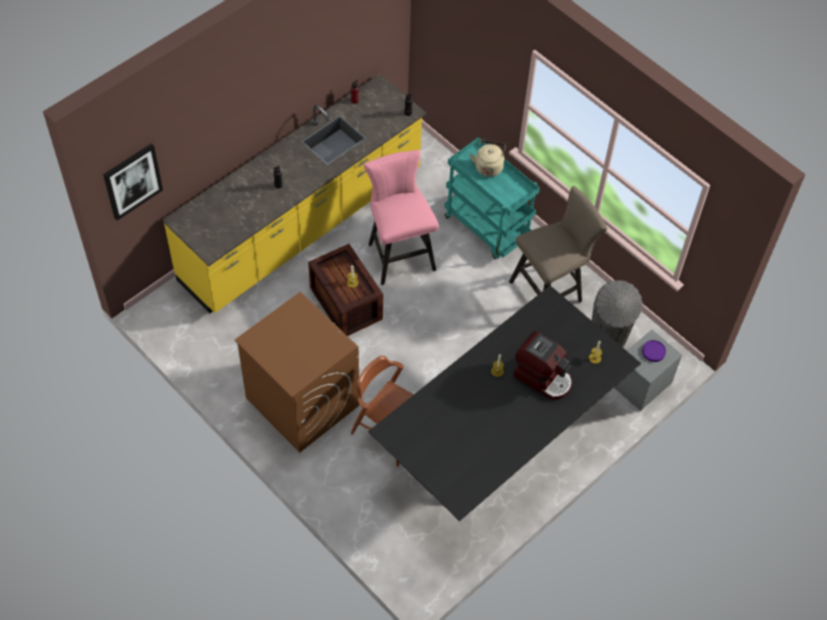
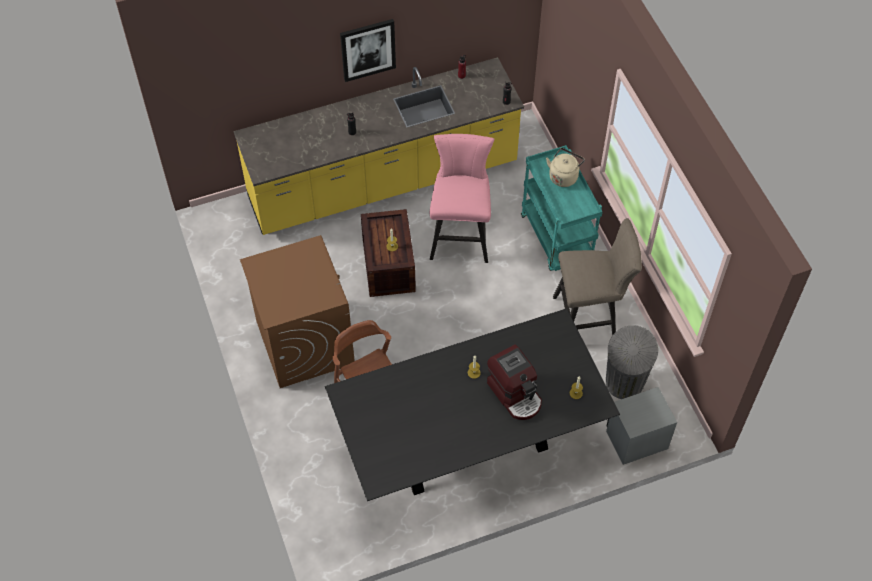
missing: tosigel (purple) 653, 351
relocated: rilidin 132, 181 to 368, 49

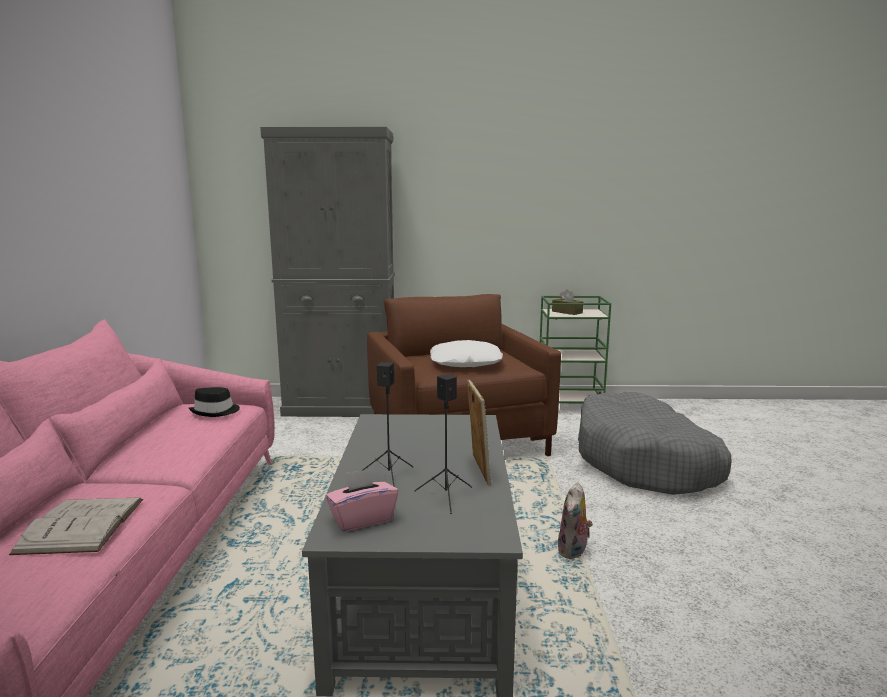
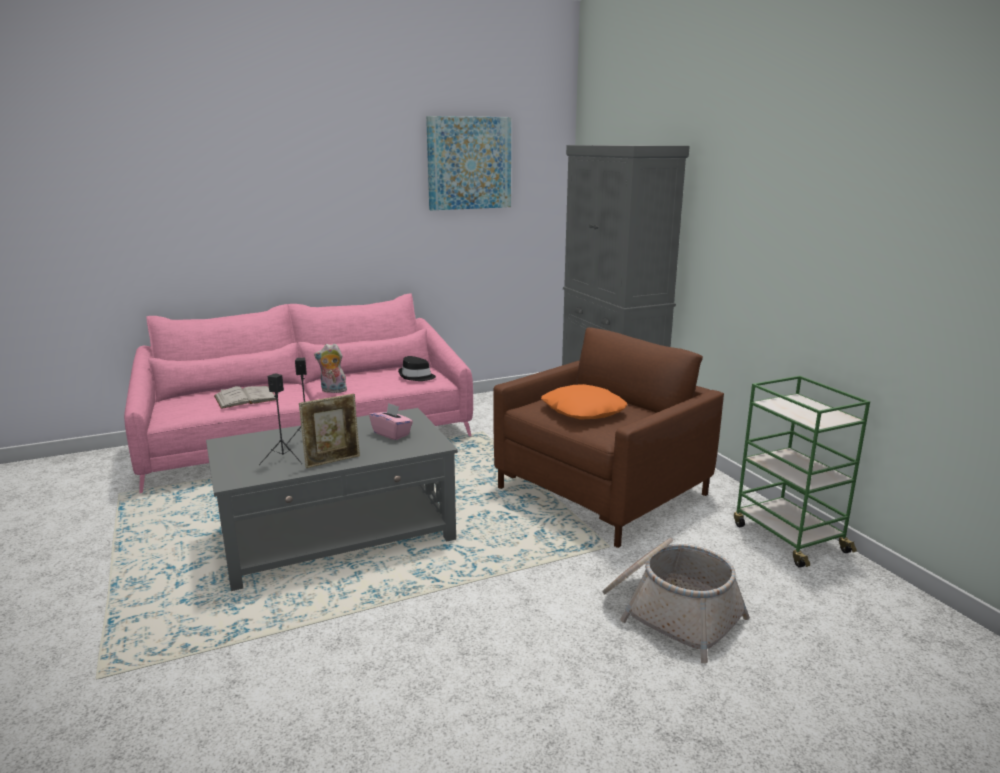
missing: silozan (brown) 567, 312
appeared: rilidin 469, 163
relocated: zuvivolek 573, 552 to 332, 391; silozan (pink) 362, 519 to 392, 434
exchanged: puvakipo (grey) 645, 462 to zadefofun 669, 612
colour: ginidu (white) 465, 363 to ginidu (orange) 582, 411

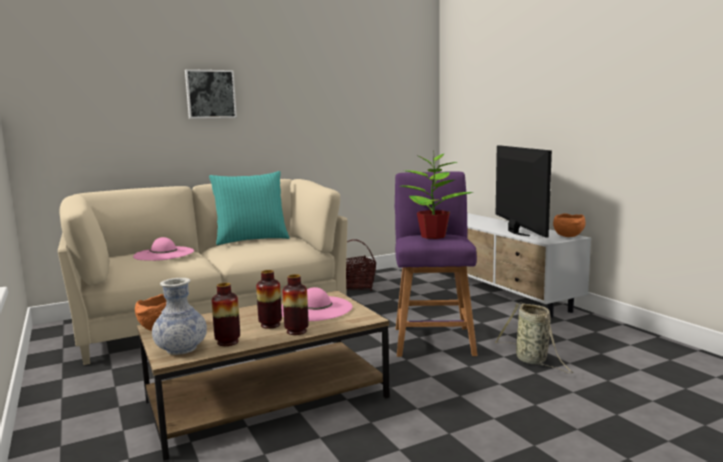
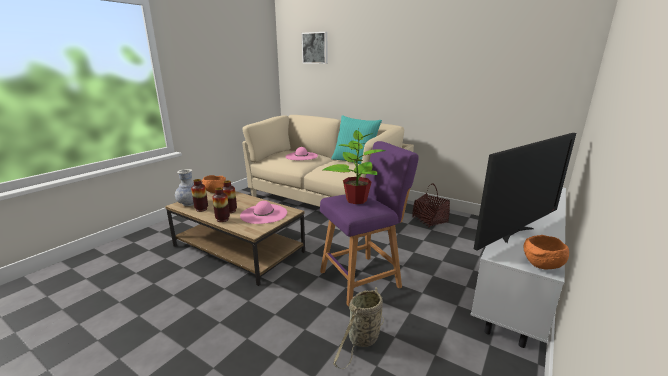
relocated: rilidin 210, 94 to 315, 48

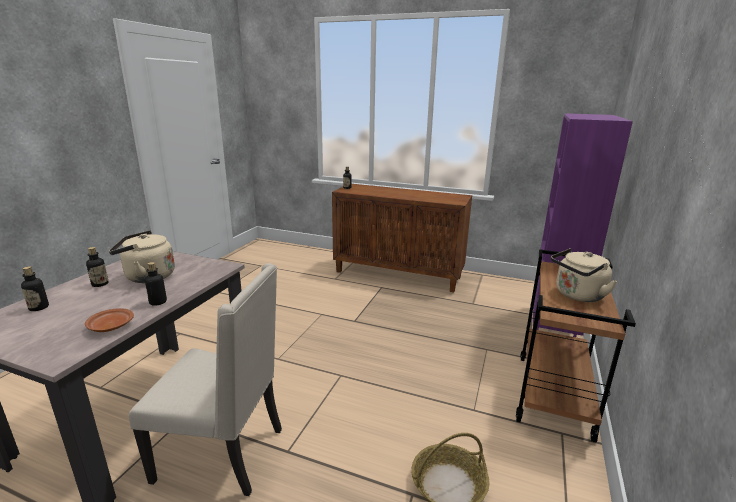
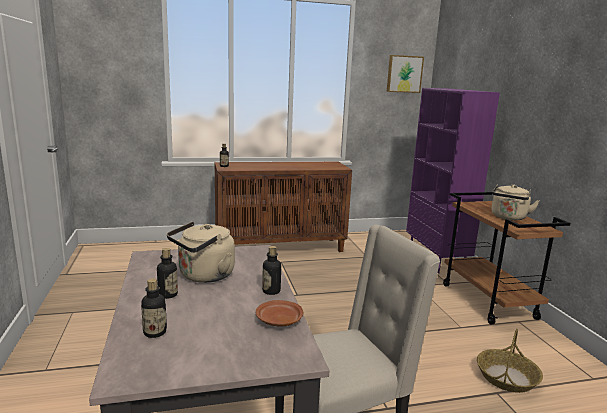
appeared: rilidin 404, 74

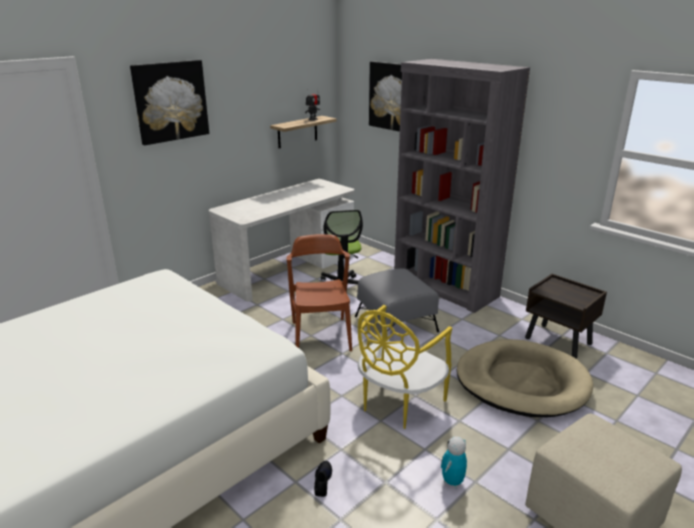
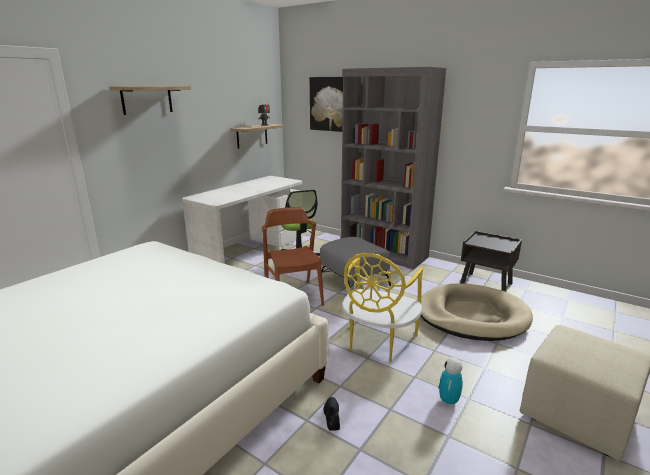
exchanged: rilidin 170, 101 to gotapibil 147, 99

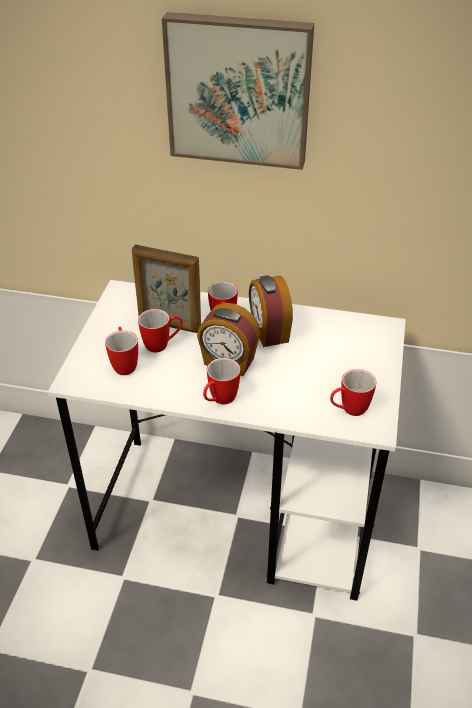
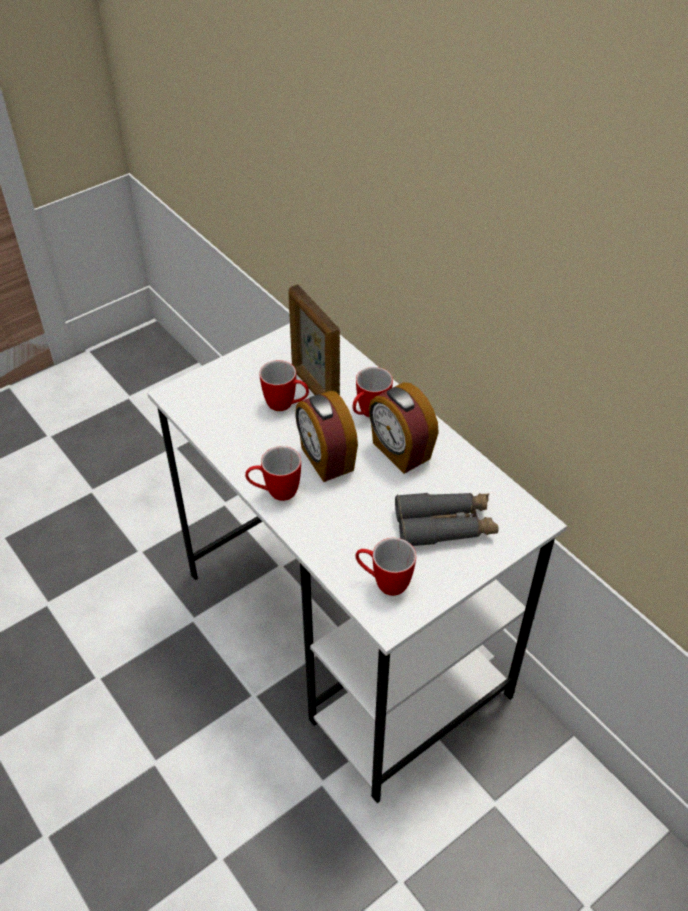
missing: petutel 124, 364; rilidin 239, 90
appeared: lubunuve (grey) 445, 525
spun: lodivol 268, 332 = 400, 452 60 degrees counterclockwise

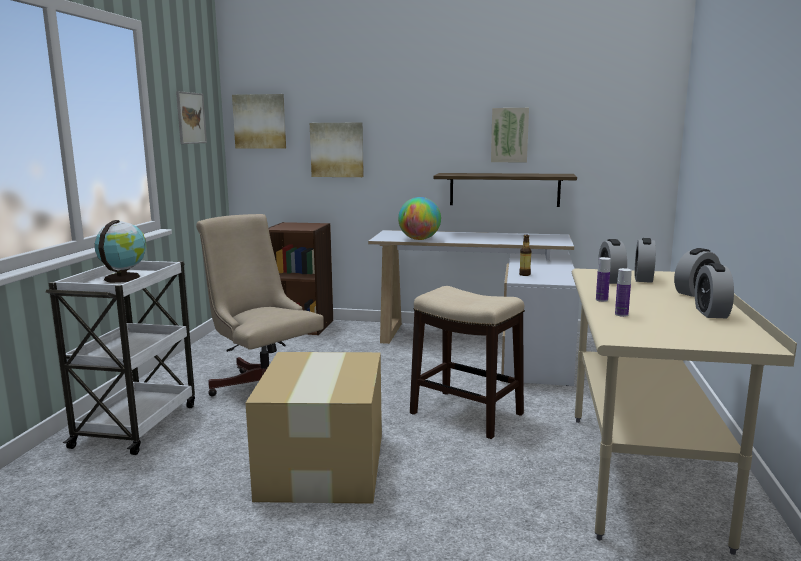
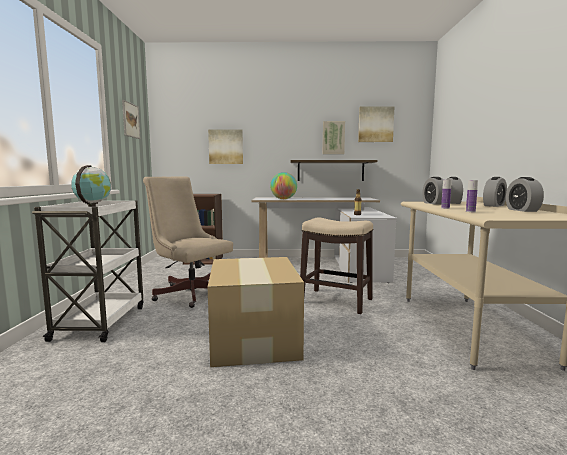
relocated: rilidin 260, 121 to 375, 124

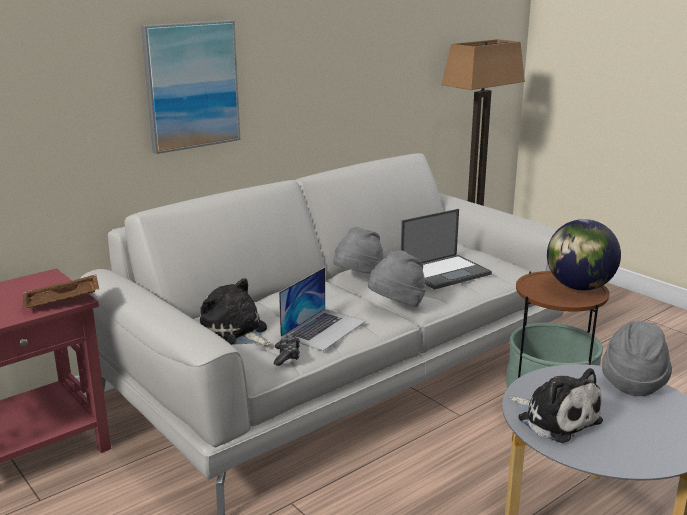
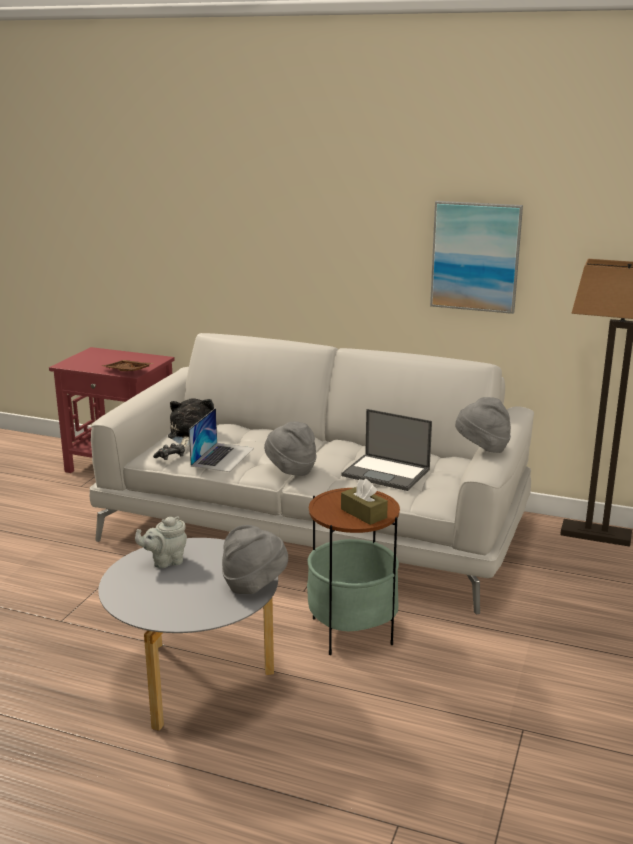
relocated: rilidin 191, 85 to 475, 256; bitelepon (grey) 358, 279 to 482, 449
exchanged: zuvivolek 555, 418 to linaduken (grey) 165, 561; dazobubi 579, 287 to silozan (brown) 363, 513
spun: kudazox 324, 329 = 222, 457 75 degrees counterclockwise

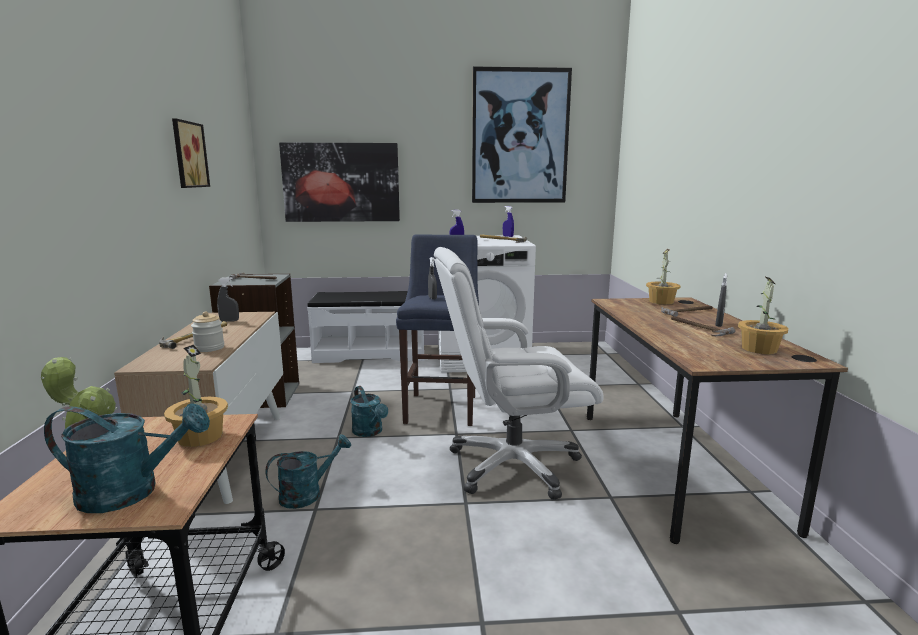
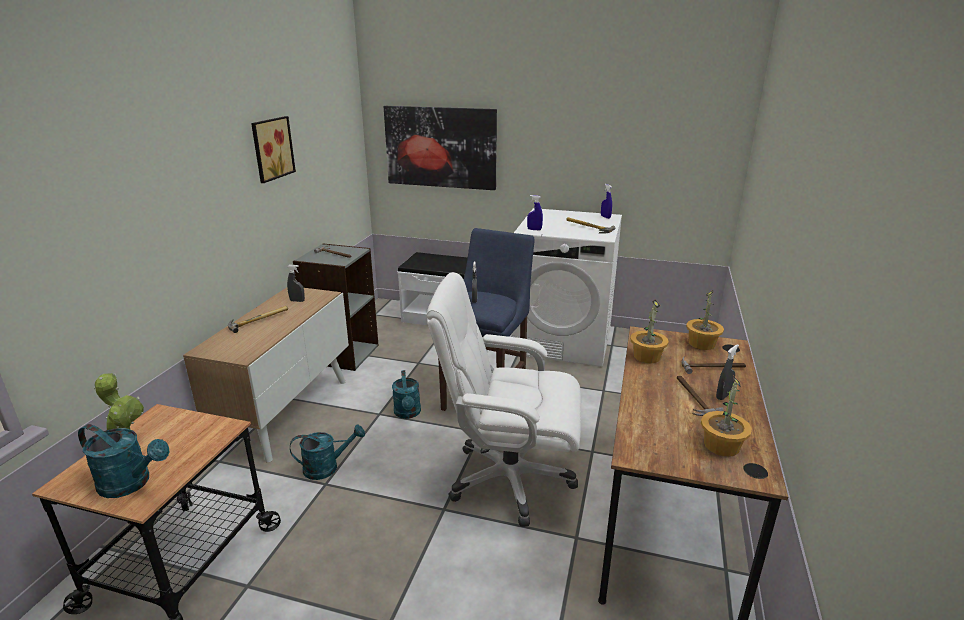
missing: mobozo 209, 348; rilidin 520, 137
relocated: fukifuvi 199, 436 to 646, 356

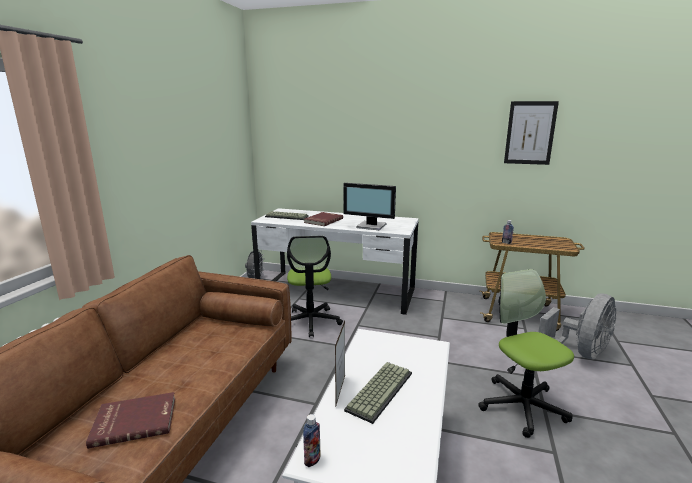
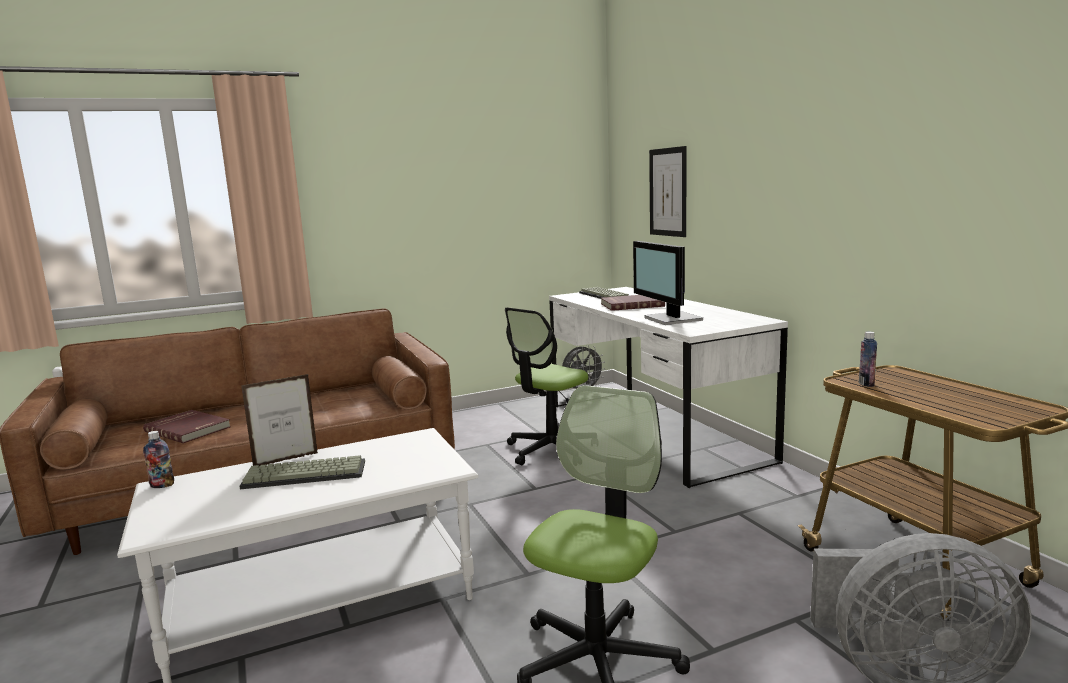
relocated: rilidin 530, 133 to 668, 192

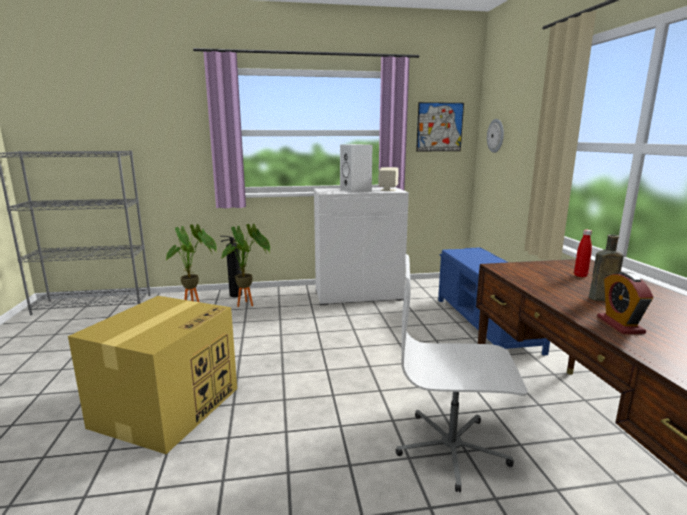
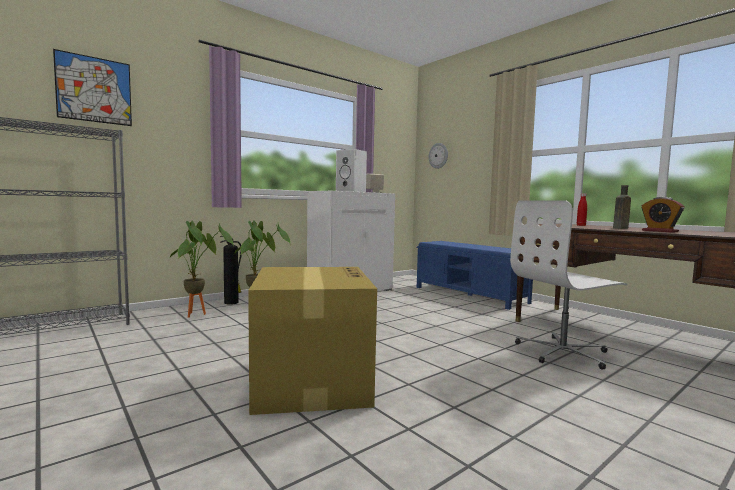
relocated: rilidin 439, 127 to 94, 89

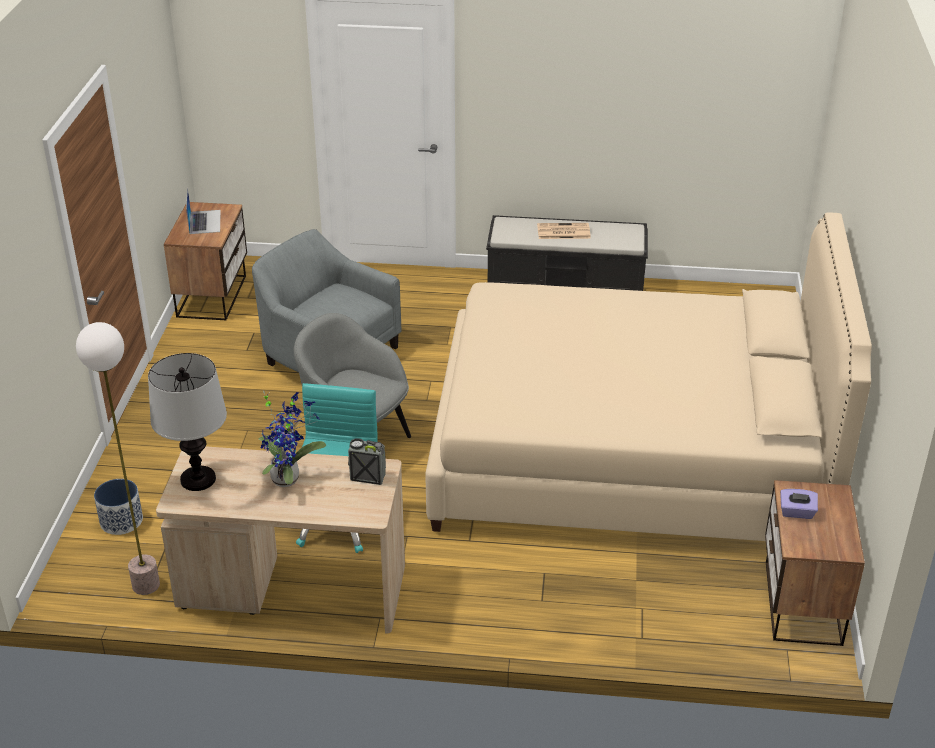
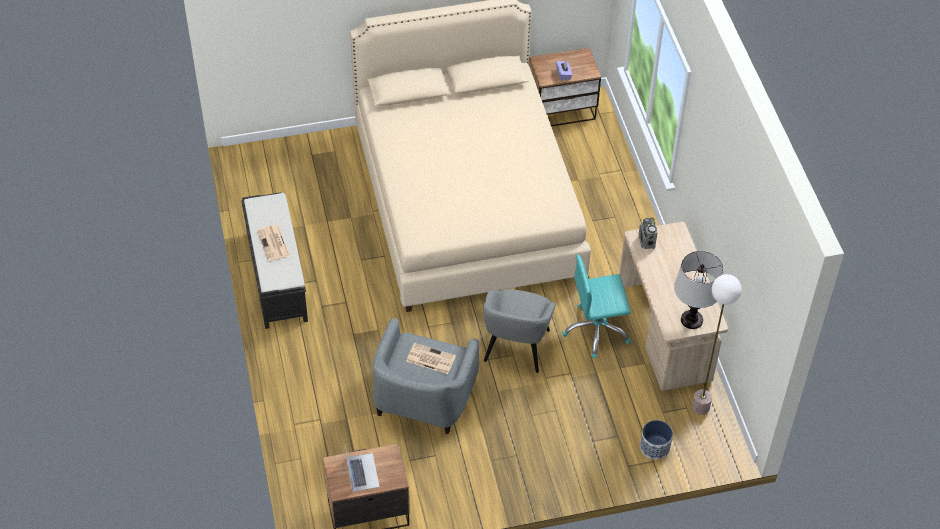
missing: fukifuvi 288, 477
appeared: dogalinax 430, 359
spun: kudazox 204, 221 = 362, 472 105 degrees clockwise

